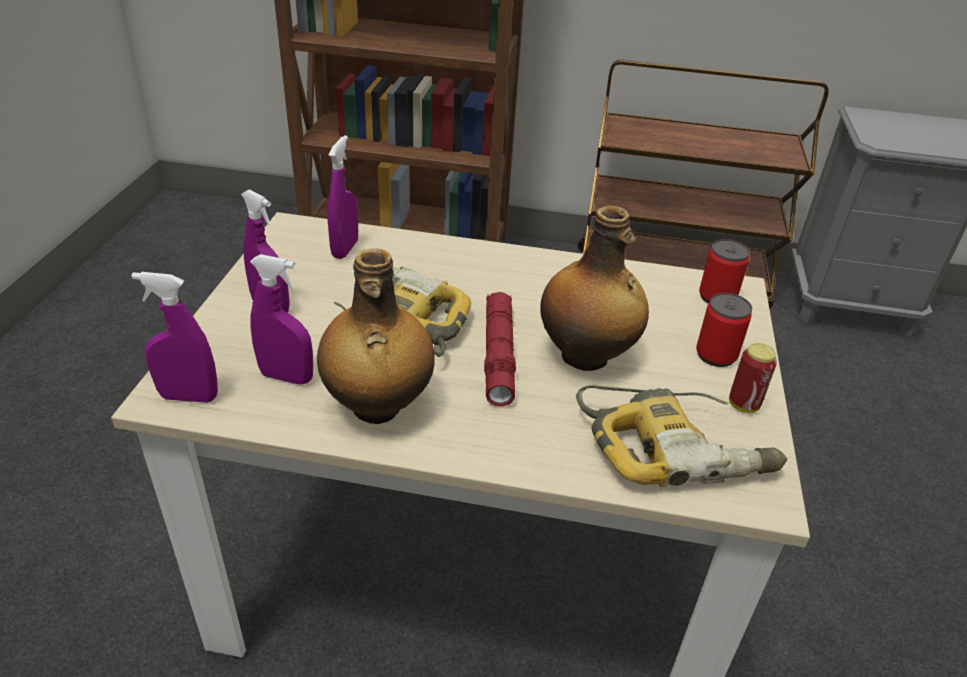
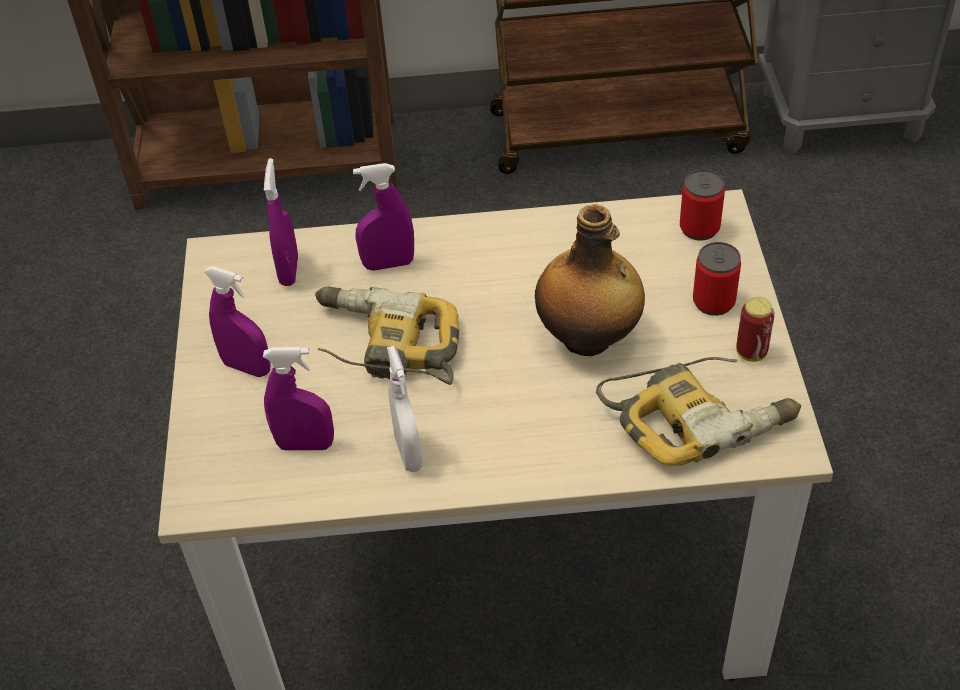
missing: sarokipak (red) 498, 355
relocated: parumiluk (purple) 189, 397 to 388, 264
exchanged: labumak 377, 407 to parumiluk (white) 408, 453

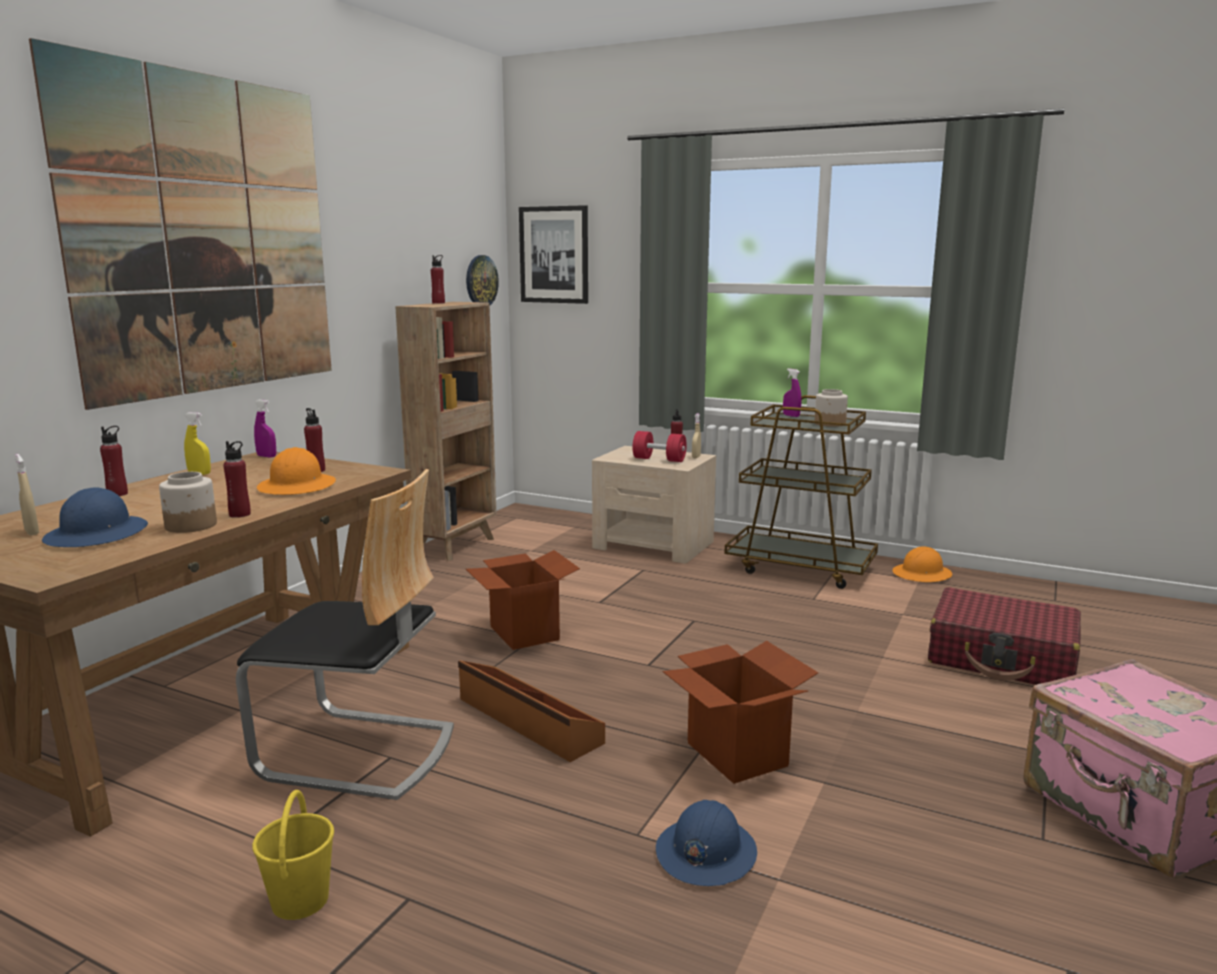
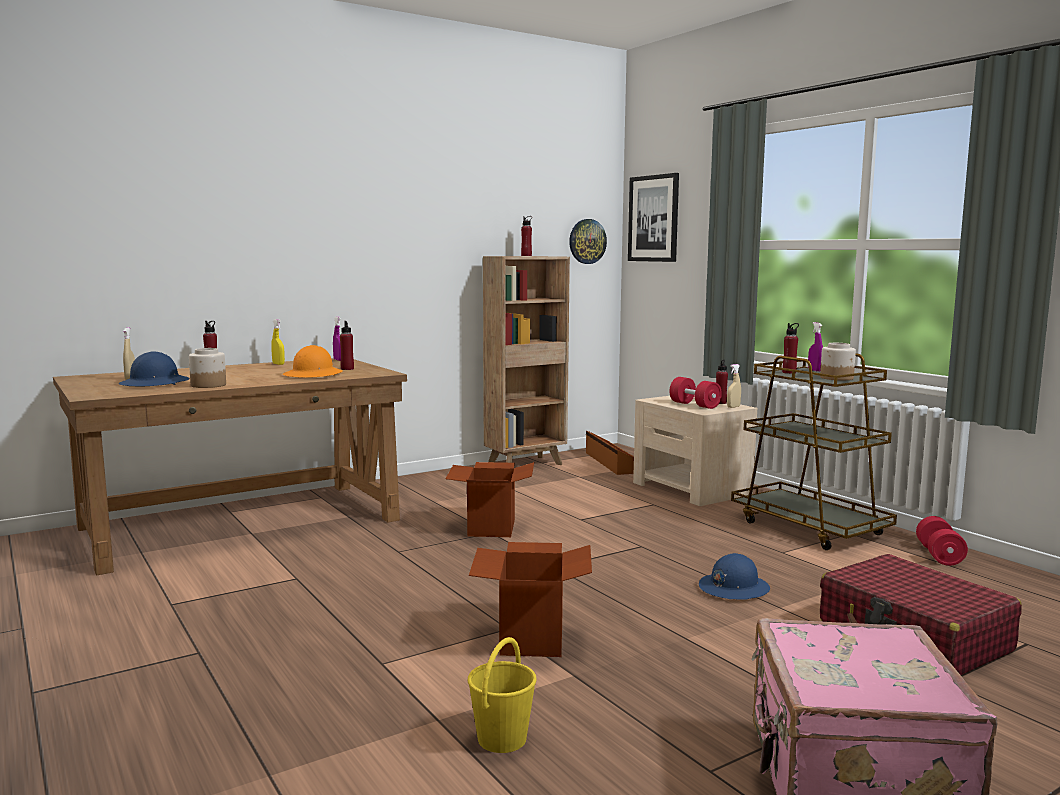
missing: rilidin 206, 236; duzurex 358, 752
relocated: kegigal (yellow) 300, 900 to 502, 738; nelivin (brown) 527, 721 to 611, 462; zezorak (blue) 705, 853 to 733, 588; labumak (red) 240, 514 to 789, 372
exchanged: zezorak (orange) 922, 574 to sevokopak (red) 939, 555

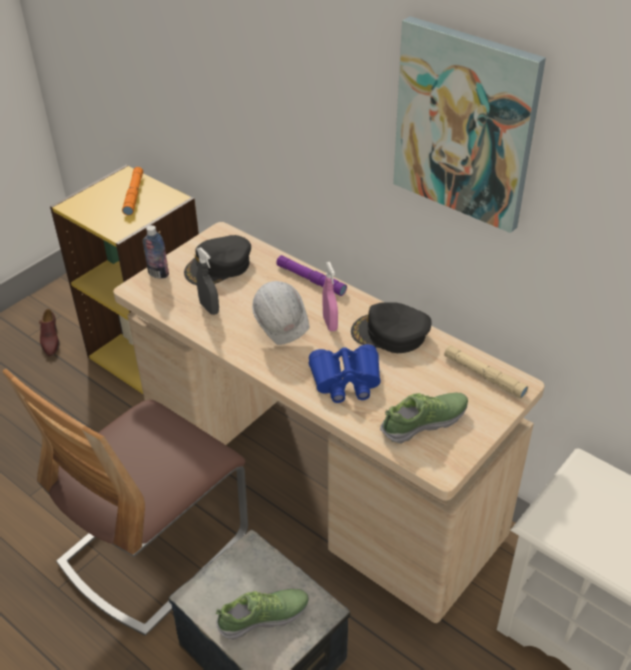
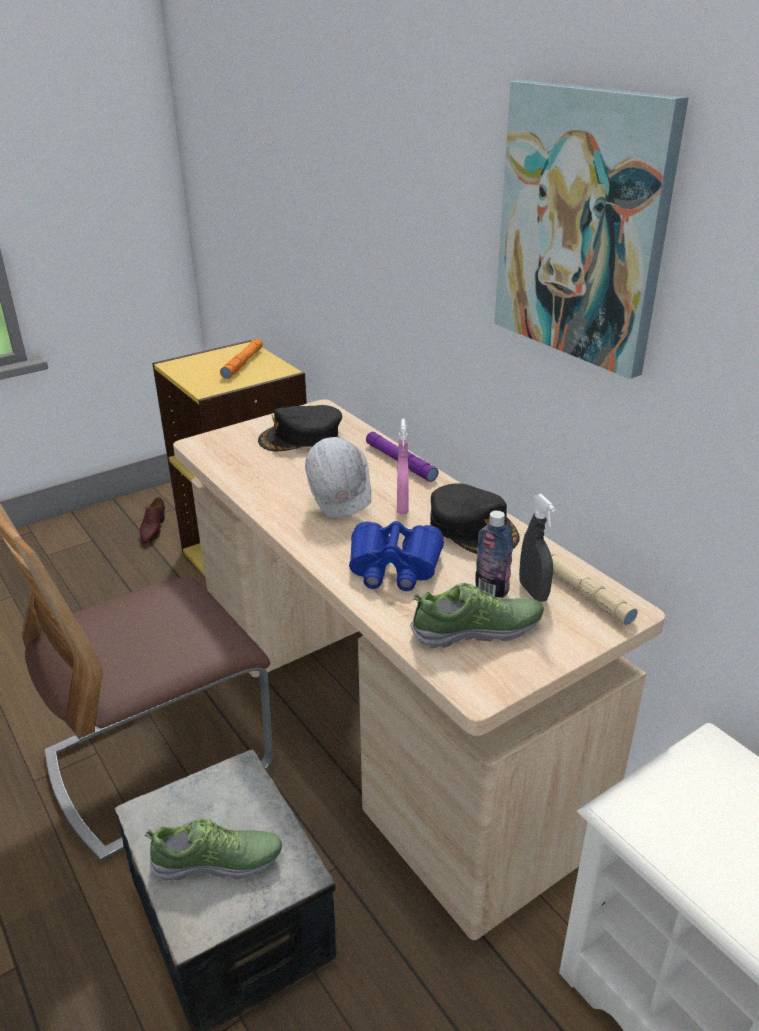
relocated: labumak 158, 274 to 491, 589; parumiluk (grey) 209, 308 to 533, 592
spun: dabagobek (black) 390, 334 = 473, 528 150 degrees counterclockwise

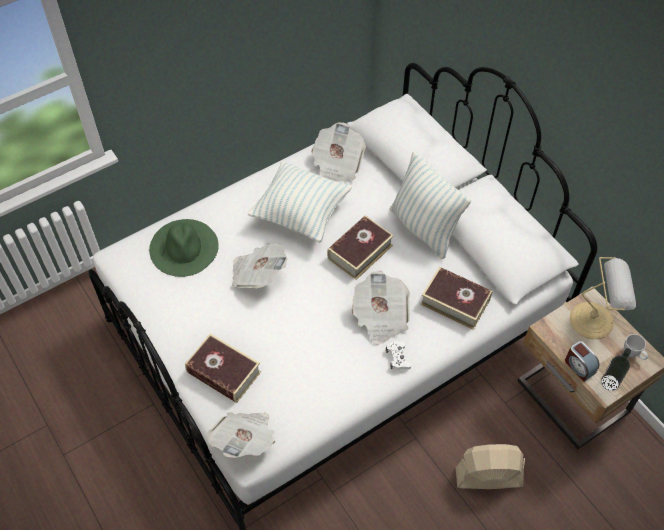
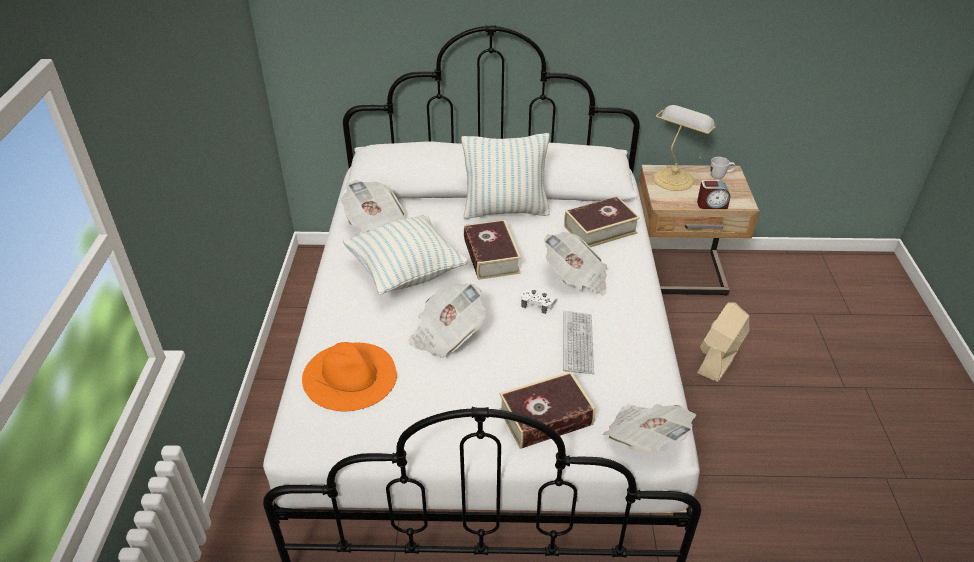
missing: labumak 609, 382
appeared: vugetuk 577, 343
relocated: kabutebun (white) 398, 358 to 537, 303
colour: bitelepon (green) 184, 247 to bitelepon (orange) 350, 375

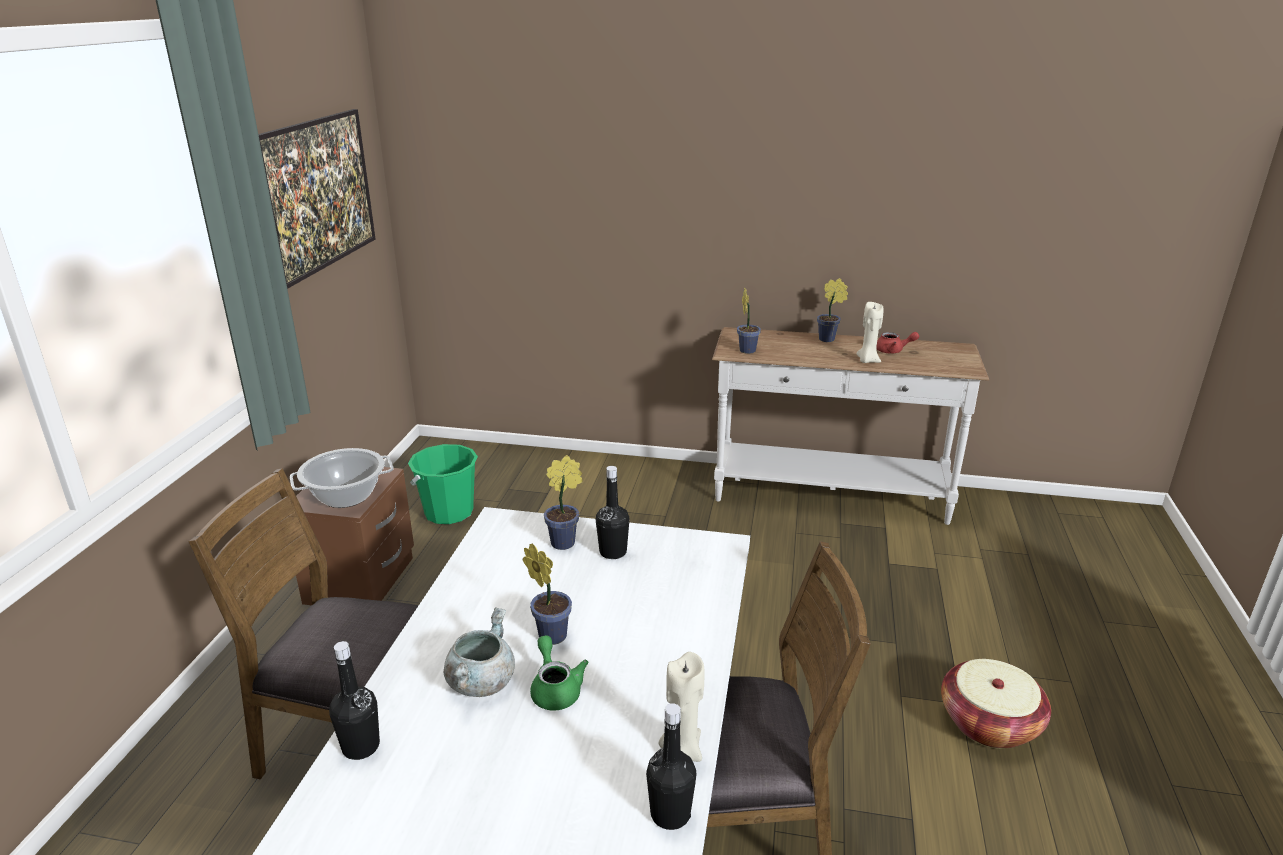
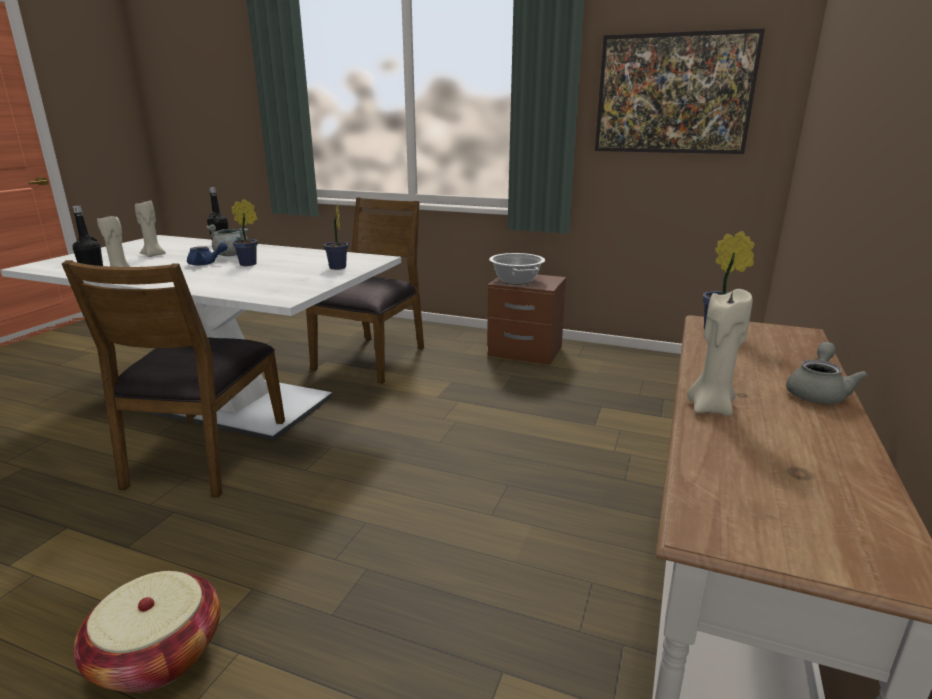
missing: kegigal (green) 449, 512; labumak (black) 613, 552; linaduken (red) 893, 351
appeared: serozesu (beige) 154, 255
exchanged: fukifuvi 829, 339 to linaduken (grey) 817, 393
colour: linaduken (green) 555, 689 to linaduken (blue) 206, 263

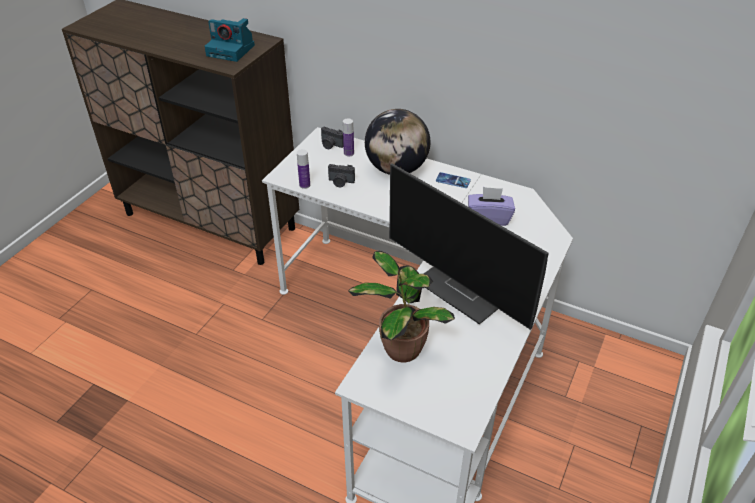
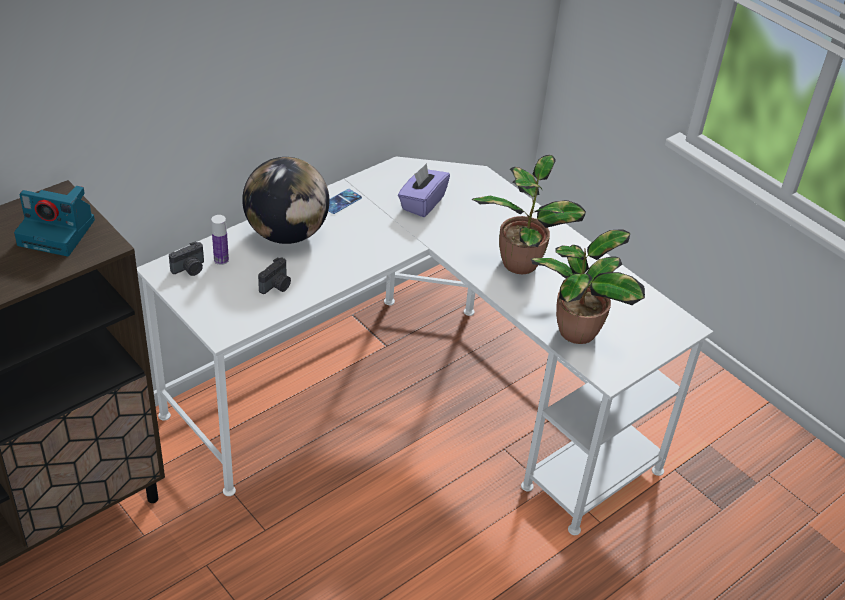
missing: labumak 304, 185
exchanged: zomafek 465, 291 to fukifuvi 520, 261
spun: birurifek 232, 50 = 58, 232 60 degrees clockwise

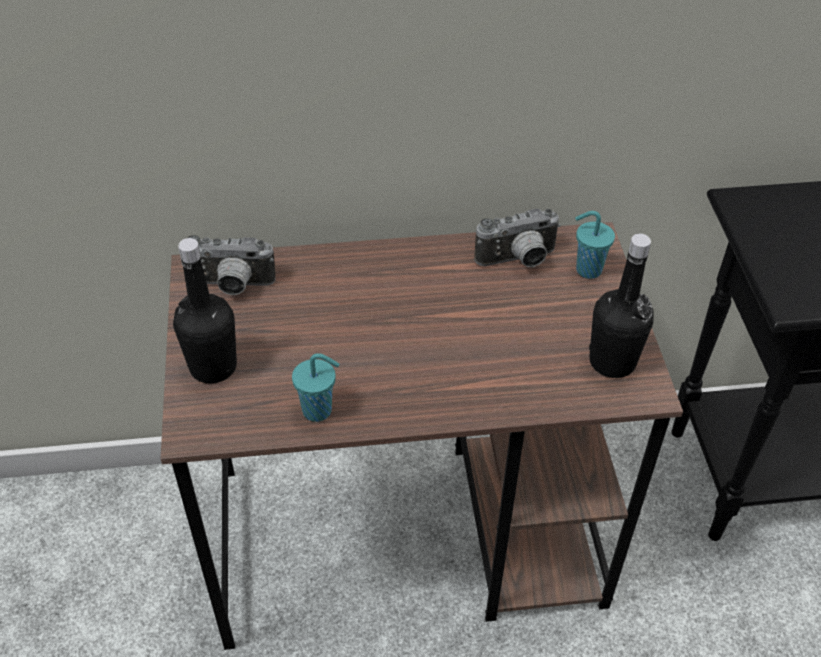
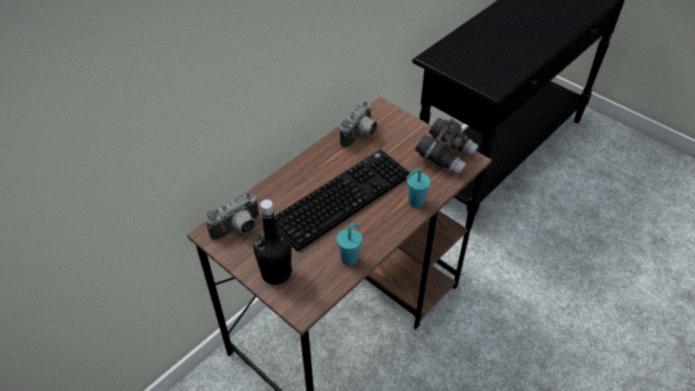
appeared: vugetuk 341, 197
relocated: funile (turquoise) 587, 269 to 415, 202
exchanged: labumak (black) 612, 361 to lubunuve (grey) 445, 156

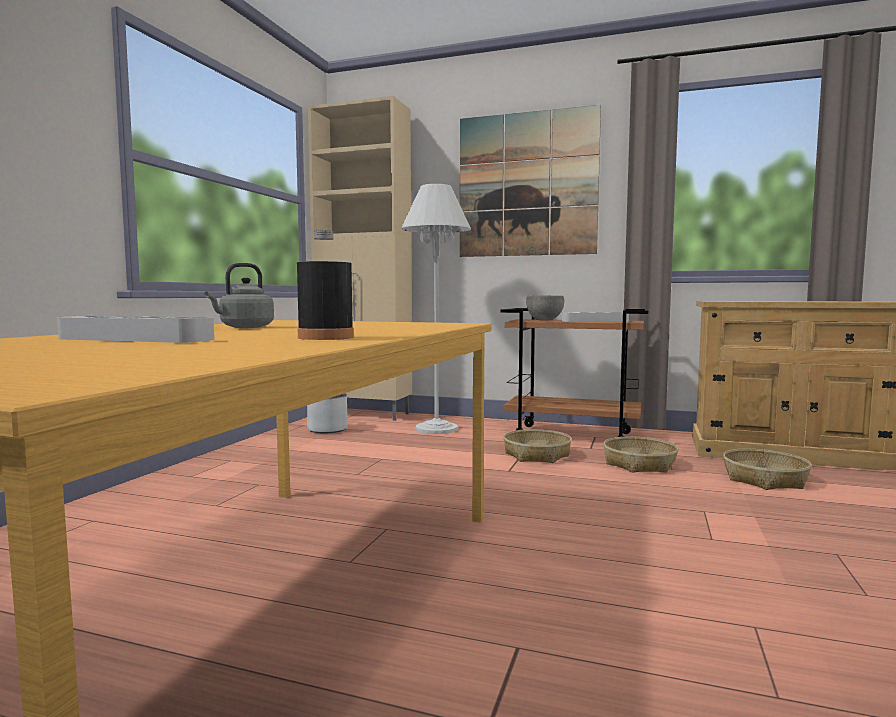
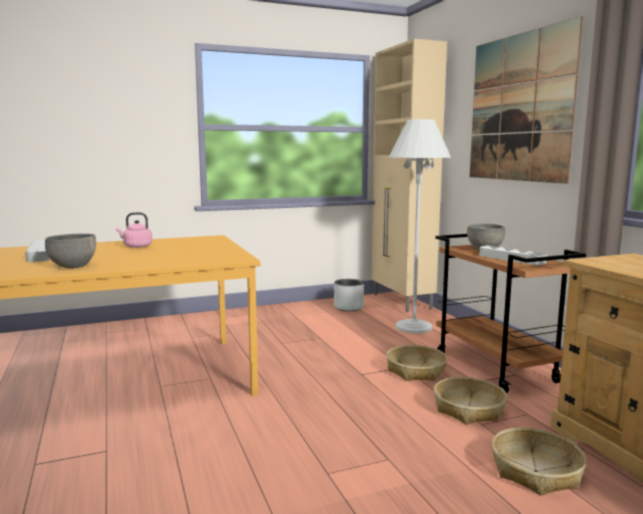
exchanged: labumak (black) 326, 337 to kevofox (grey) 73, 266
colour: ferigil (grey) 244, 327 to ferigil (pink) 136, 246

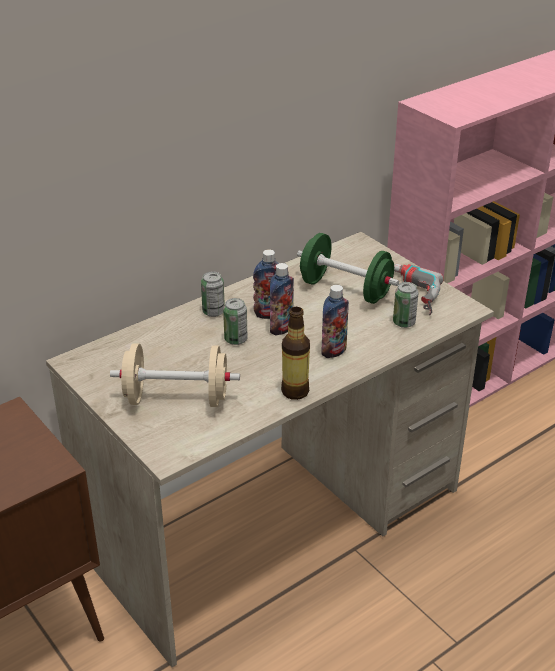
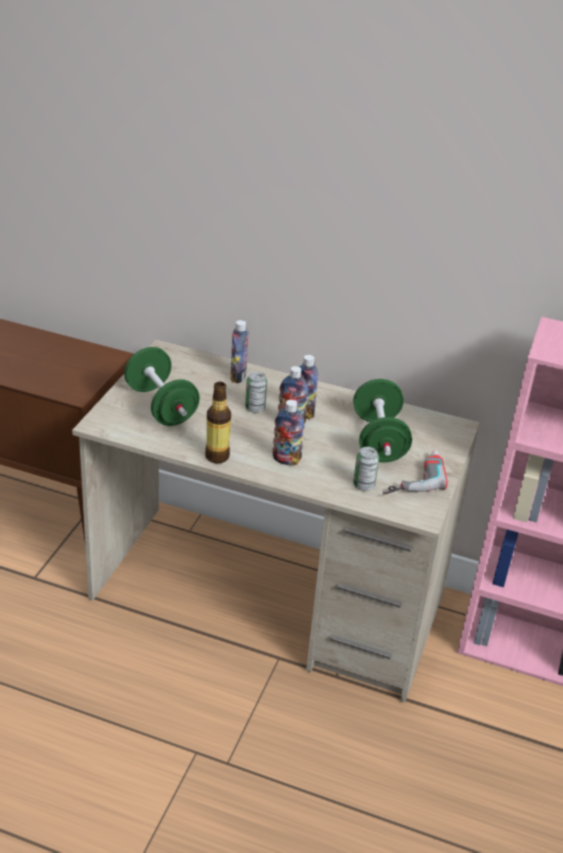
missing: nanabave 213, 312
appeared: labumak 238, 377
colour: sevokopak (beige) 176, 398 to sevokopak (green) 161, 406

